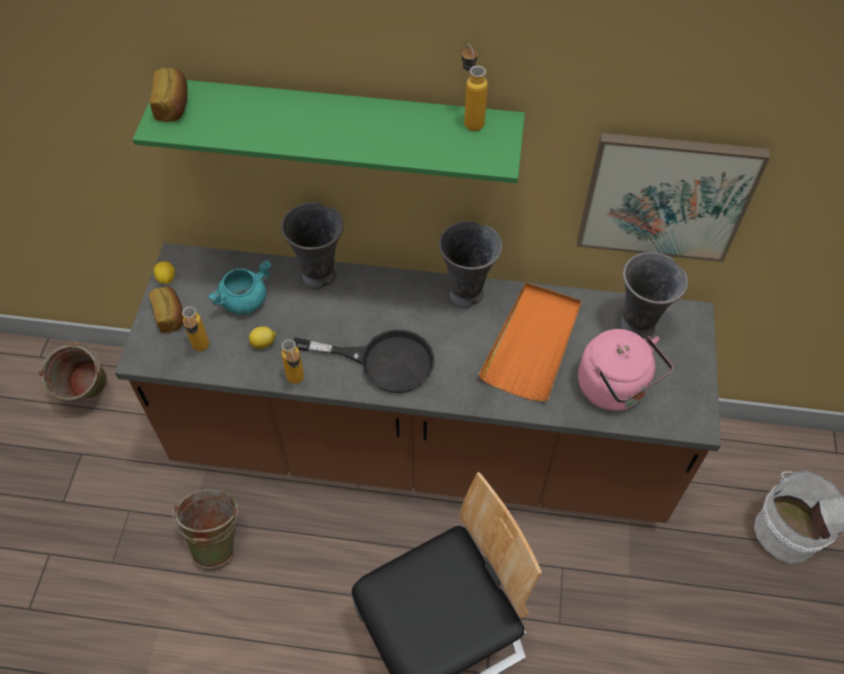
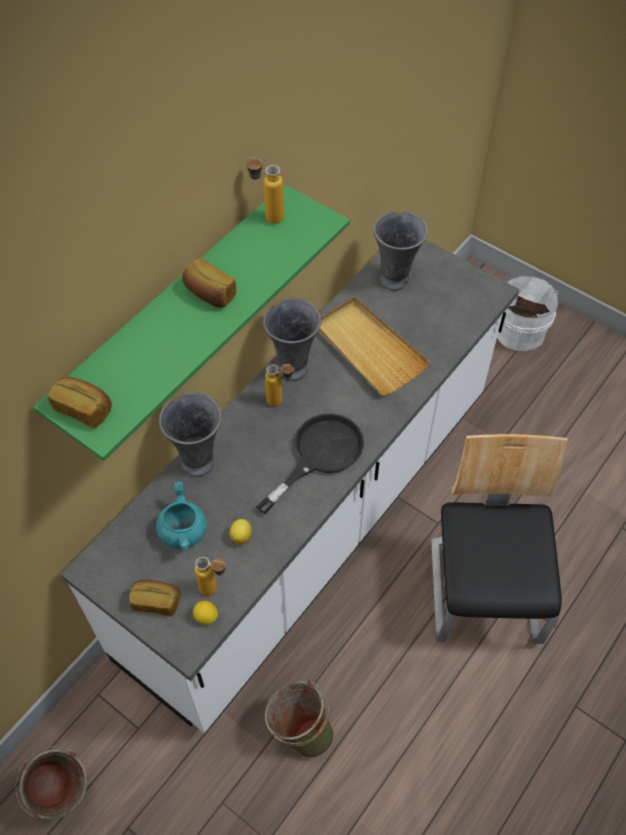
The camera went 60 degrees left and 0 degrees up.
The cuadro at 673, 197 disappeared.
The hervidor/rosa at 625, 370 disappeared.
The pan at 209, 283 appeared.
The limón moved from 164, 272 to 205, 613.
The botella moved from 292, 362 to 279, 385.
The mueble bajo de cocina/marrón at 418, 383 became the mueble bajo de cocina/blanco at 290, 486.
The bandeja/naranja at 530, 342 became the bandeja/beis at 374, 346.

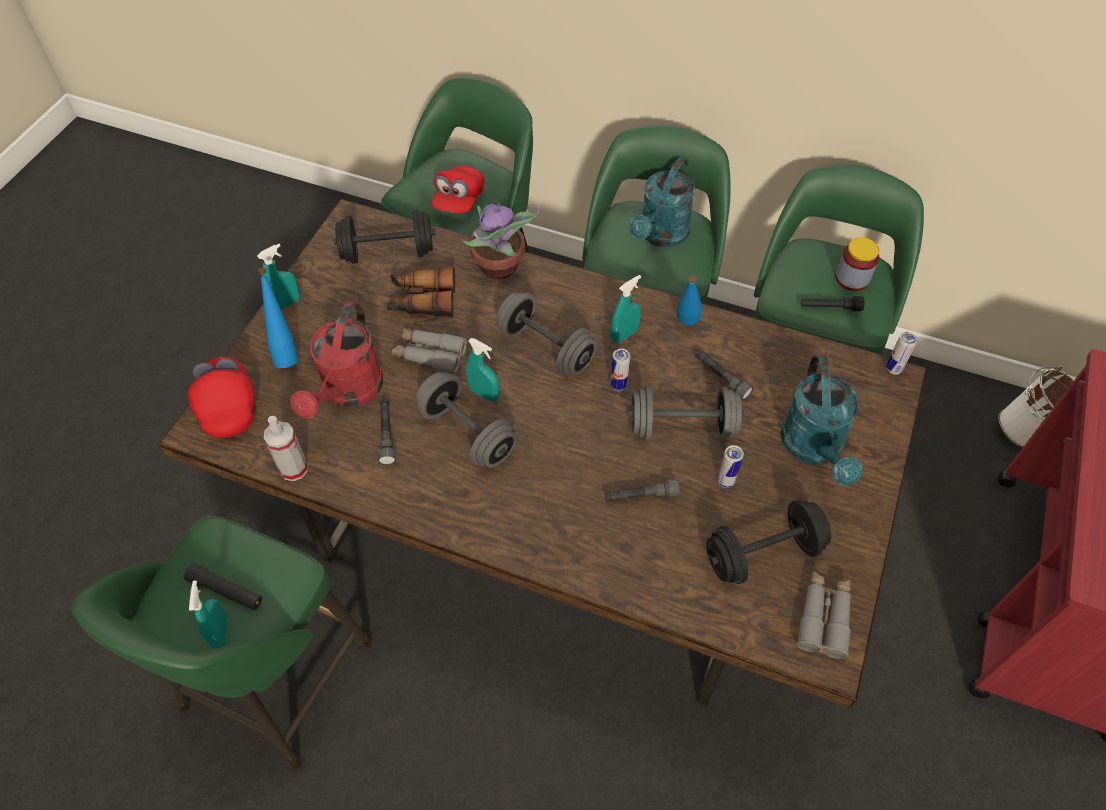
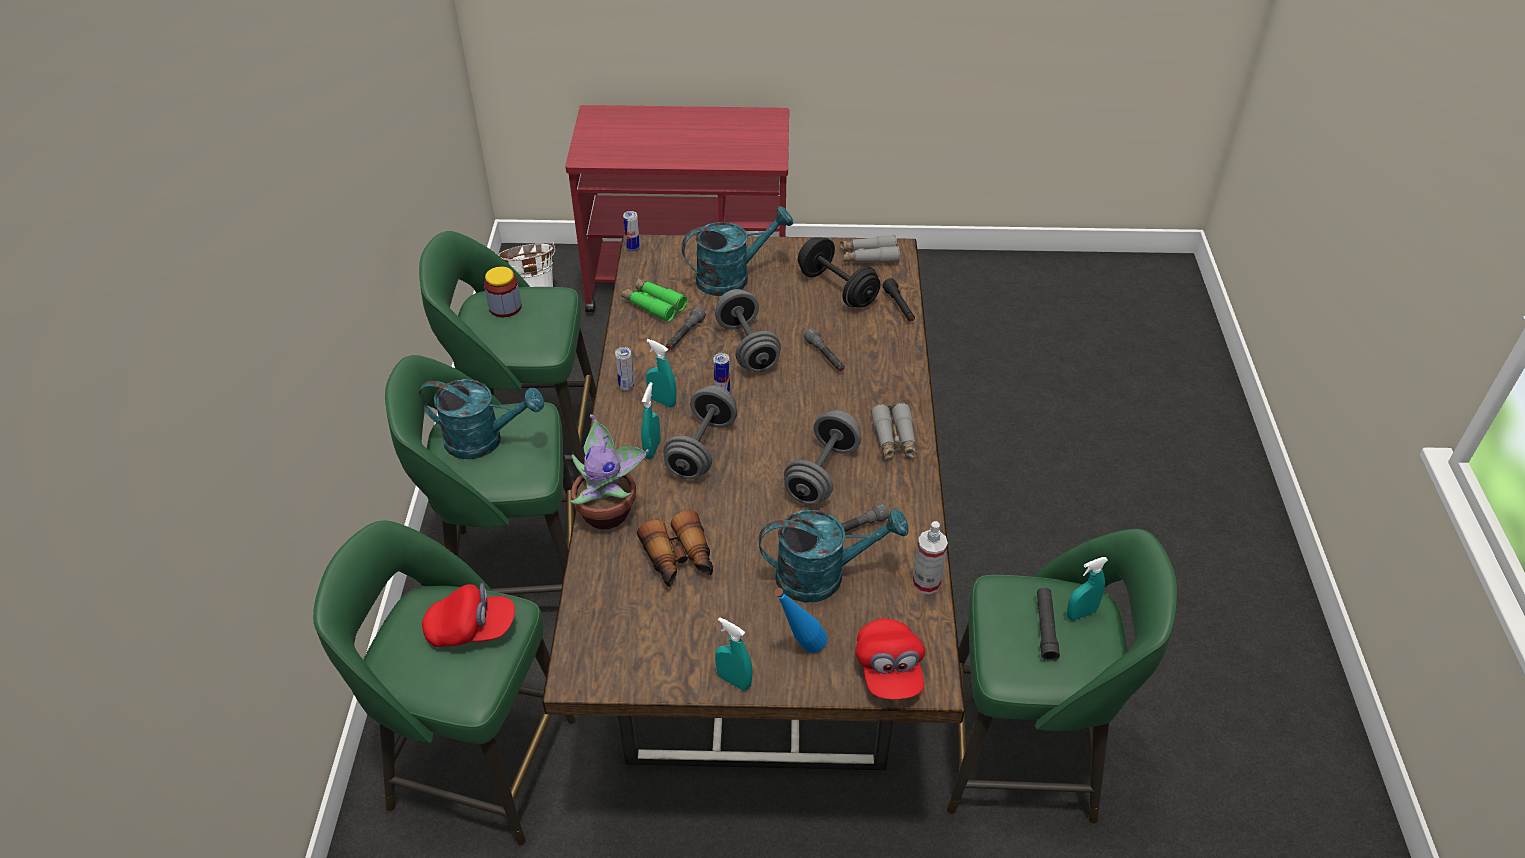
The camera went 110 degrees left and 10 degrees down.
The mancuerna/negro at 384, 237 disappeared.
The botella/azul at 689, 300 disappeared.
The prismáticos/verde at 654, 300 appeared.
The prismáticos/gris moved from 429, 350 to 894, 431.
The pulverizador/turquesa moved from 482, 370 to 650, 420.
The lata moved from 730, 466 to 624, 369.
The linterna/negro moved from 832, 303 to 898, 300.
The regadera/rojo at 336, 360 became the regadera/turquesa at 834, 556.
The gorra/rojo at 221, 397 turned 60 degrees counterclockwise.

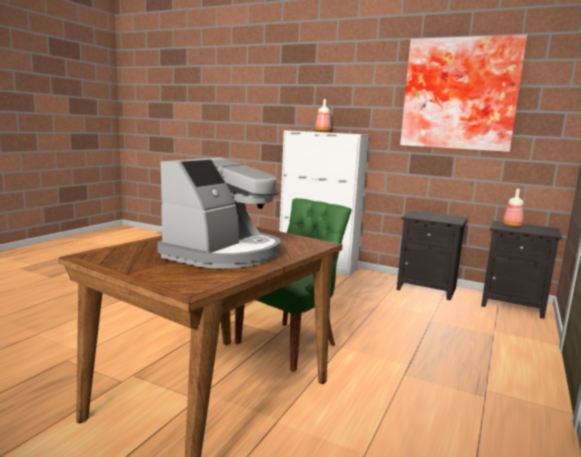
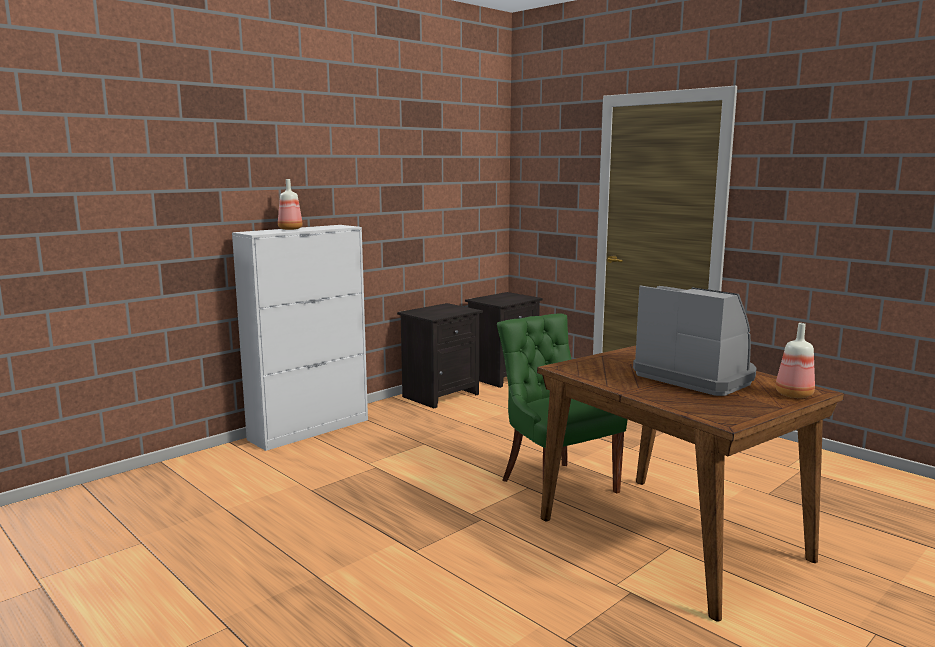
The camera went 70 degrees left and 0 degrees up.
The cuadro at 463, 93 disappeared.
The botella moved from 513, 208 to 795, 360.

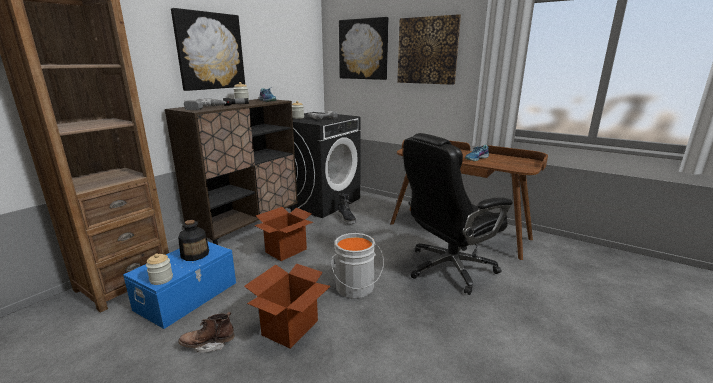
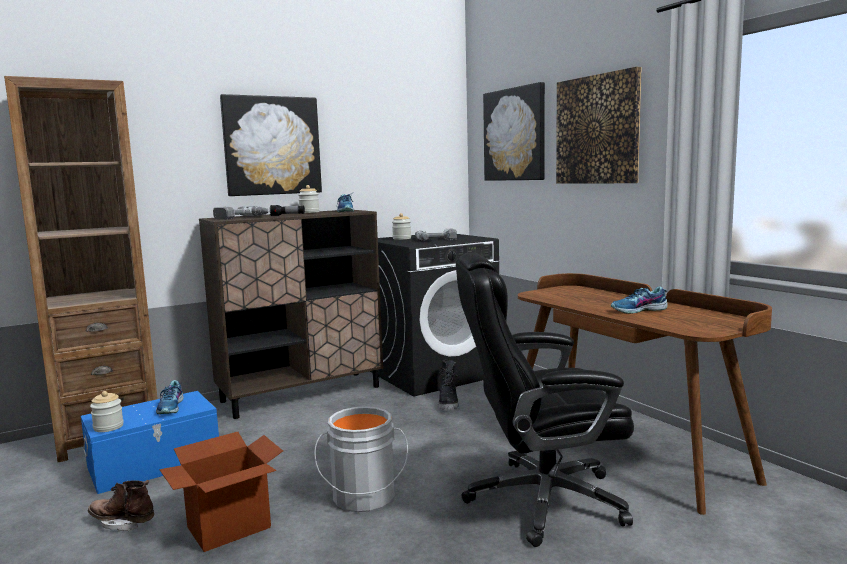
The camera went 25 degrees right and 10 degrees down.
The caja de cartón at 283, 234 disappeared.
The botella at 193, 240 was replaced by the zapato at 170, 397.

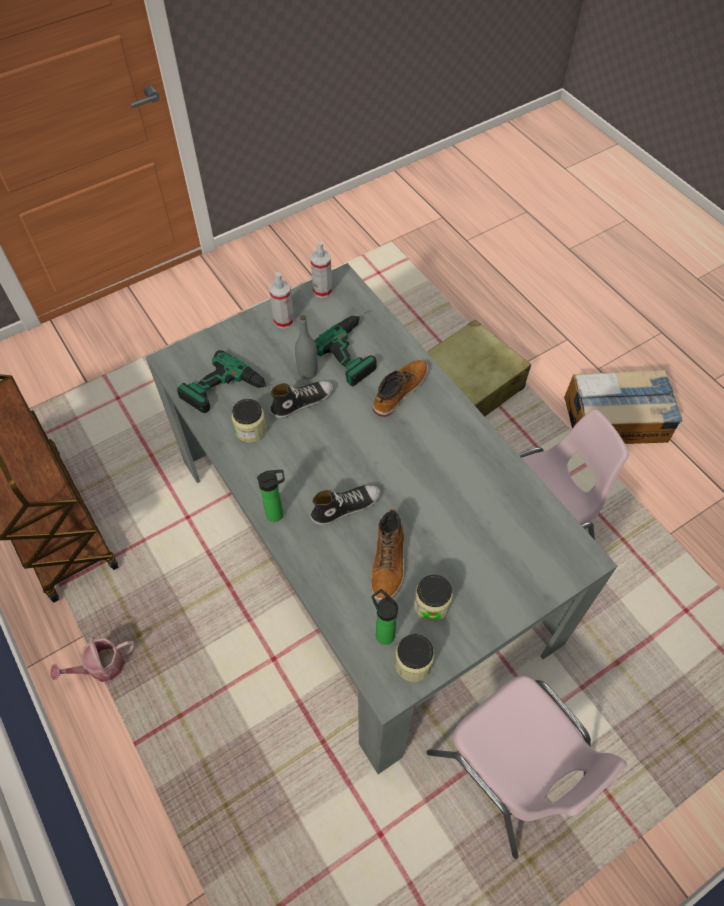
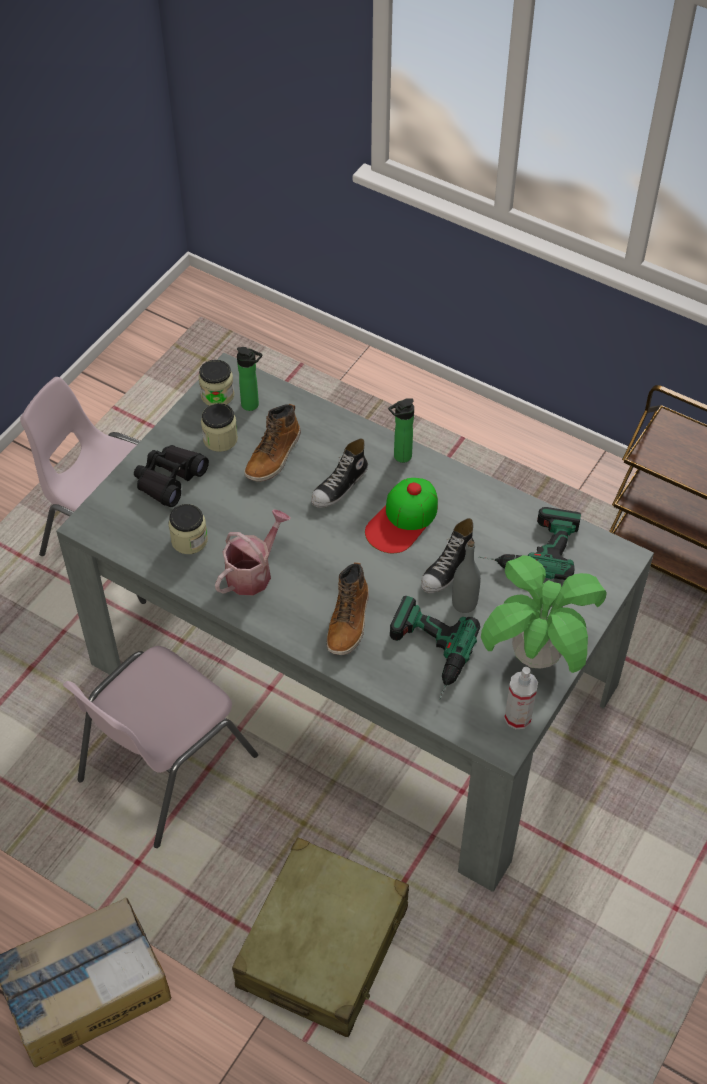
The camera went 155 degrees right and 5 degrees down.
The prismáticos/negro at 171, 476 appeared.
The gorra at 401, 515 appeared.
The regadera moved from 92, 659 to 252, 552.
The tarro moved from 249, 421 to 188, 529.
The pulverizador at 281, 300 was replaced by the planta en maceta at 544, 614.
The bota at 388, 554 turned 135 degrees counterclockwise.

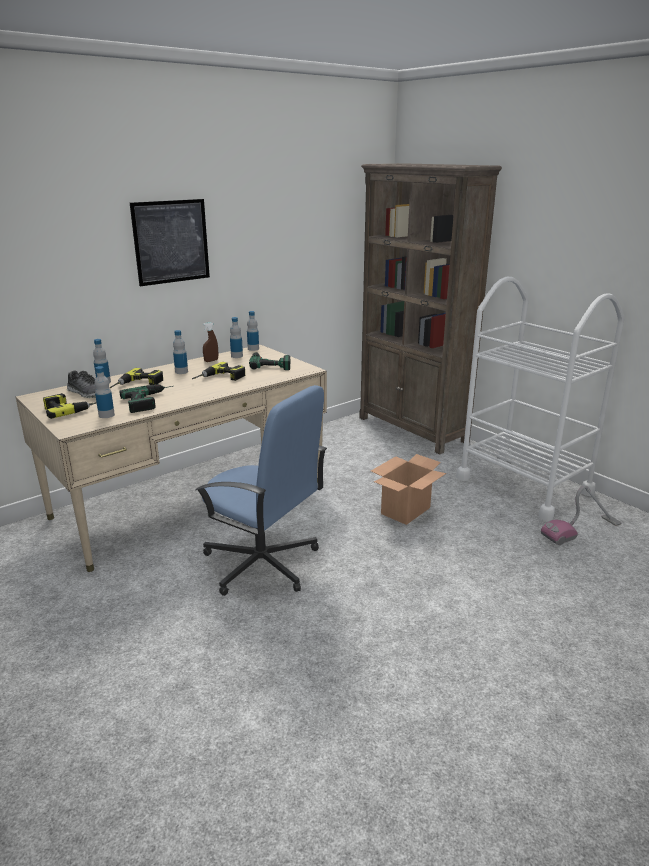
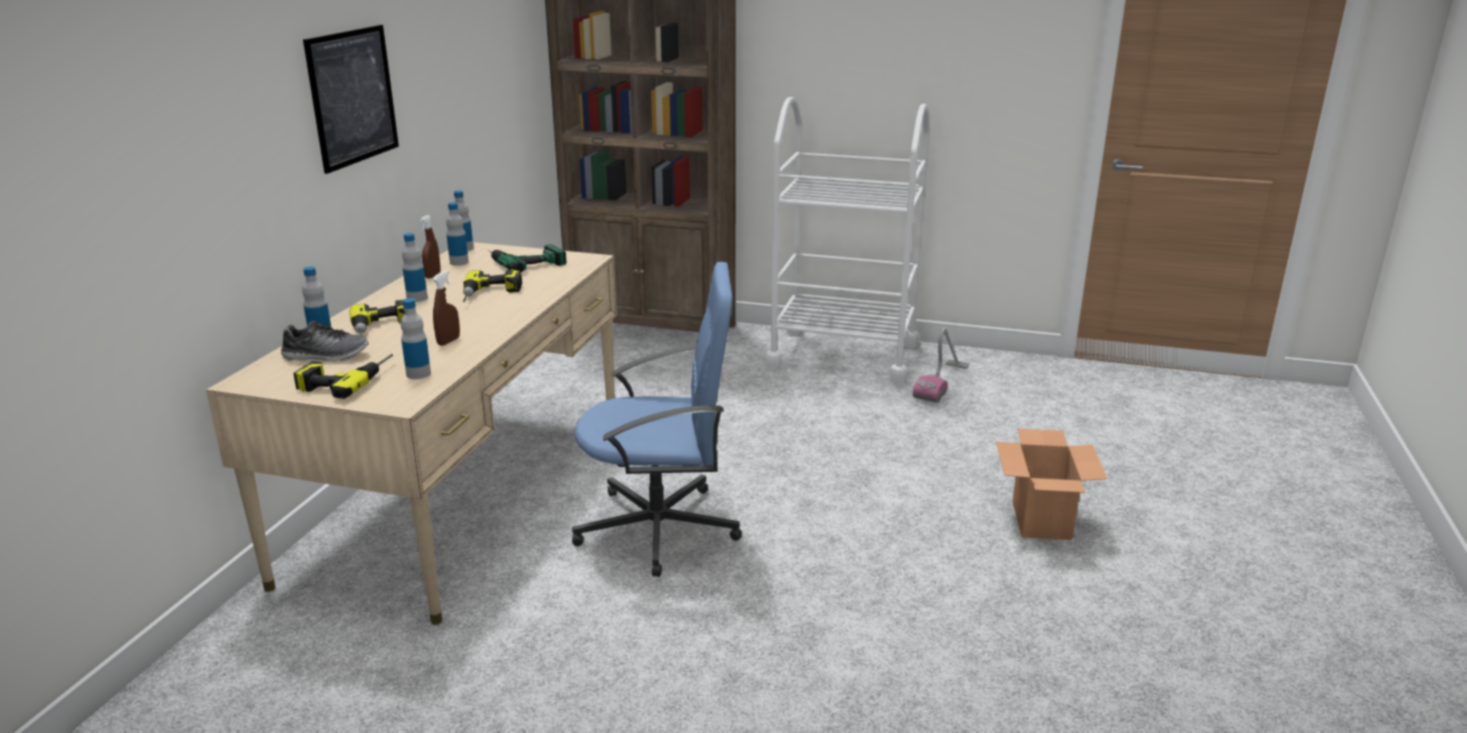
The camera went 35 degrees left and 0 degrees up.
The caja de cartón moved from 408, 489 to 1051, 484.
The taladro at 146, 398 was replaced by the pulverizador/marrón at 446, 308.

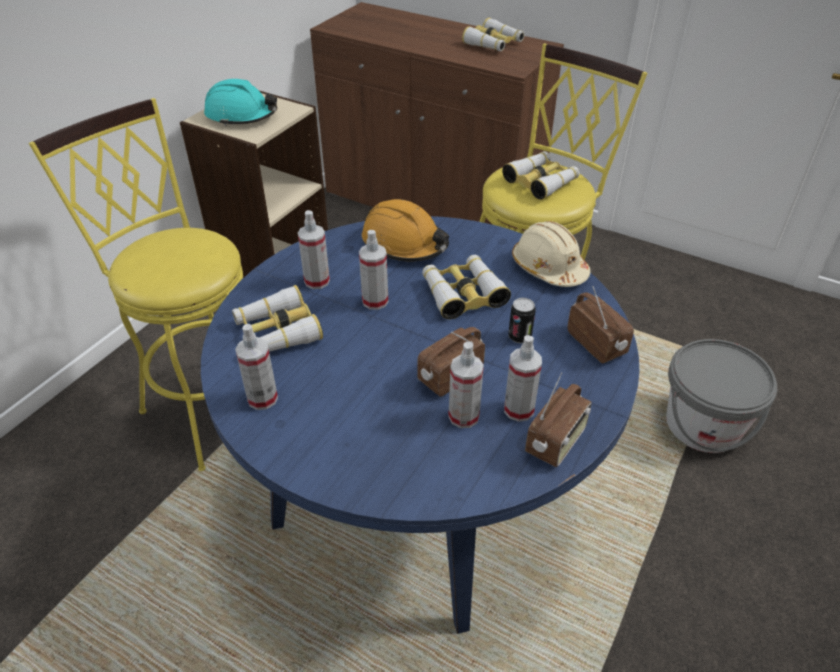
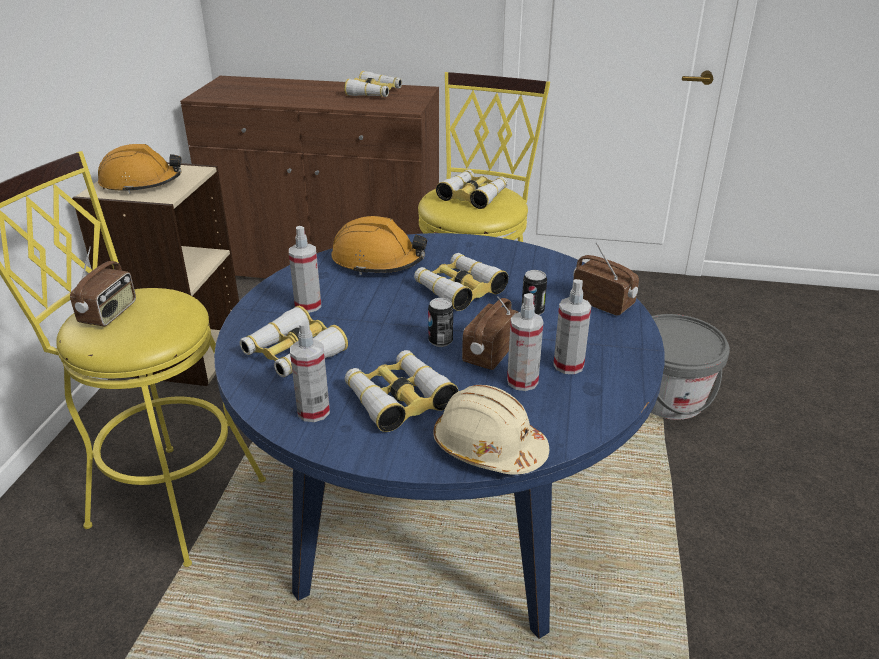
The camera went 20 degrees left and 10 degrees down.
The pulverizador at 373, 270 disappeared.
The prismáticos at 401, 391 appeared.
The lata at 440, 322 appeared.
The casco/beis moved from 551, 254 to 491, 430.
The radio moved from 558, 420 to 103, 286.
The casco/turquesa at 240, 102 became the casco/naranja at 140, 168.

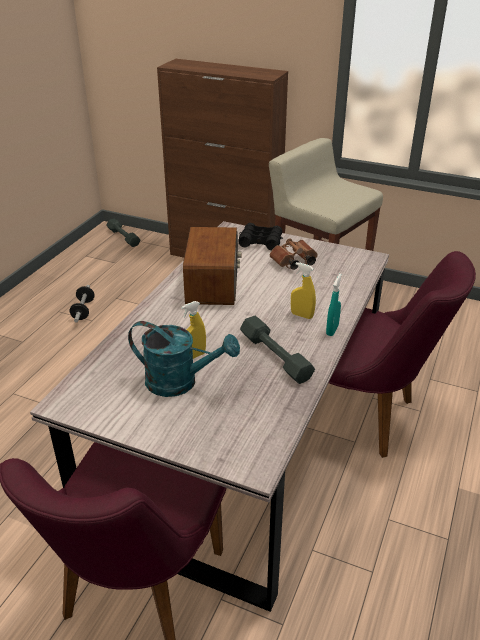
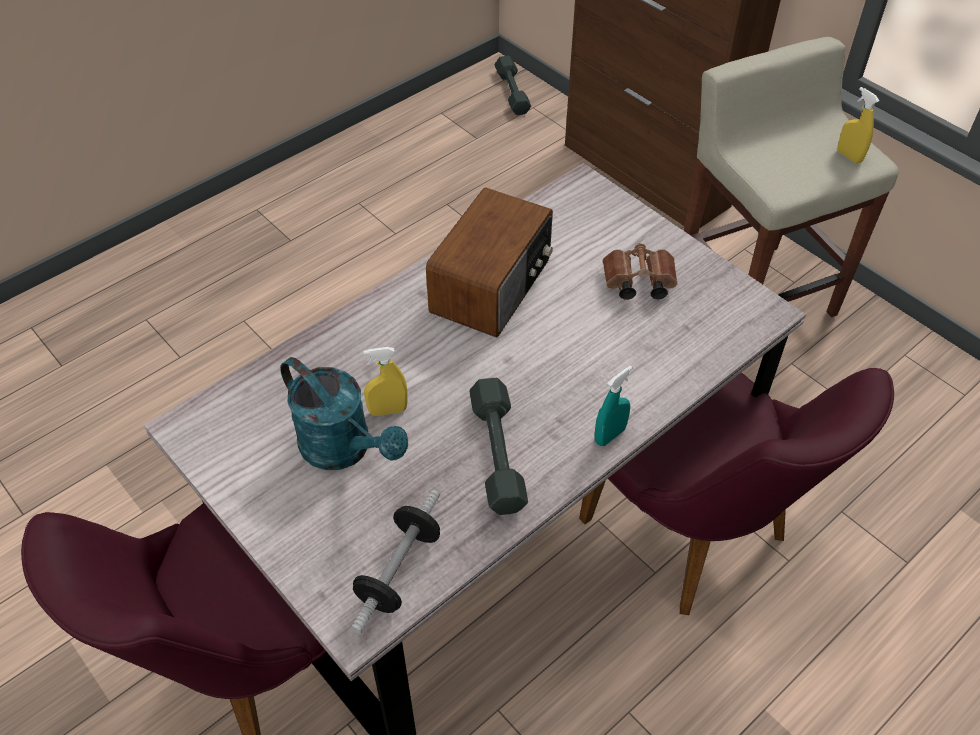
The camera went 25 degrees right and 15 degrees up.
The prismáticos/negro at 260, 236 disappeared.
The mancuerna moved from 82, 303 to 395, 562.
The pulverizador/amarillo moved from 303, 290 to 859, 125.

